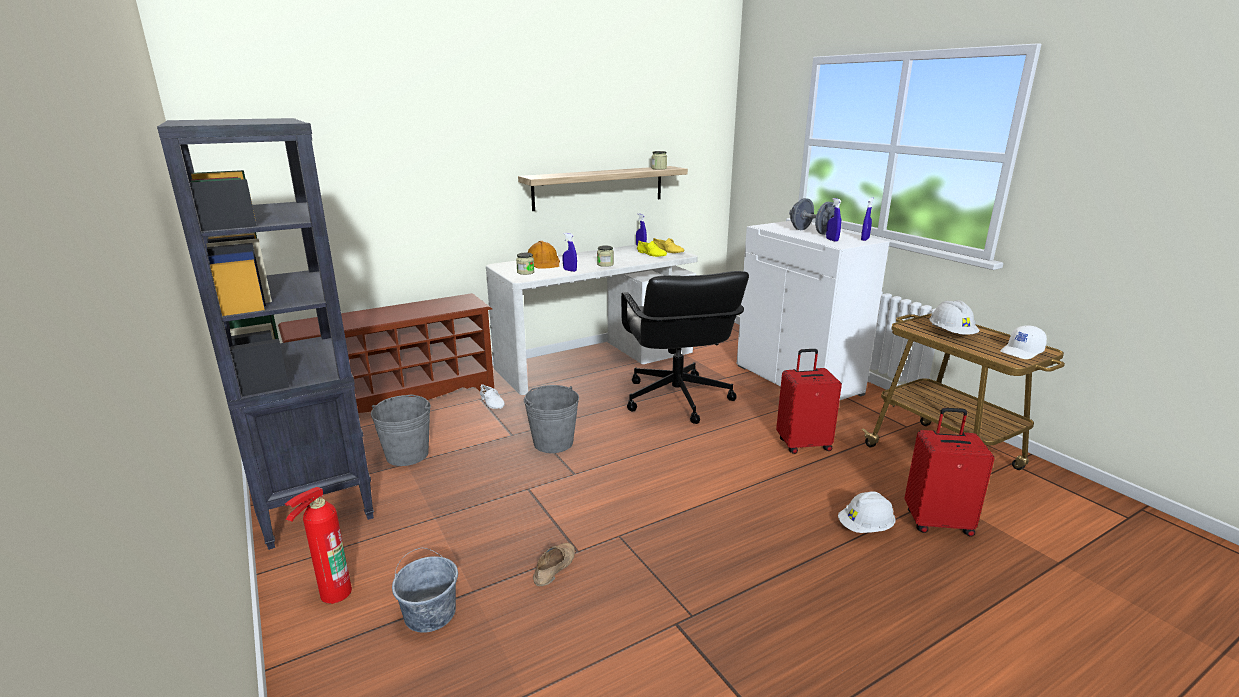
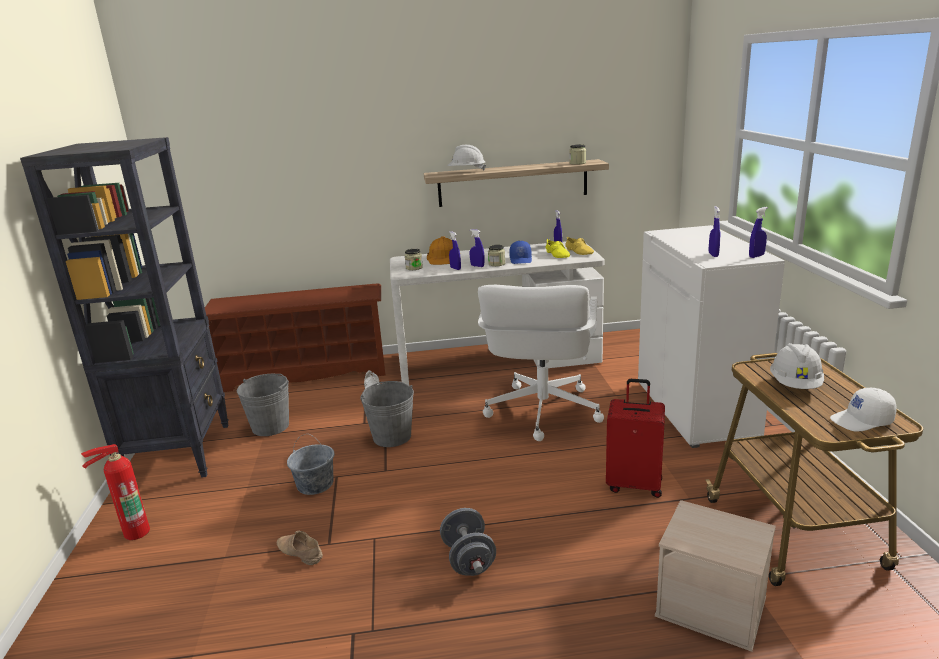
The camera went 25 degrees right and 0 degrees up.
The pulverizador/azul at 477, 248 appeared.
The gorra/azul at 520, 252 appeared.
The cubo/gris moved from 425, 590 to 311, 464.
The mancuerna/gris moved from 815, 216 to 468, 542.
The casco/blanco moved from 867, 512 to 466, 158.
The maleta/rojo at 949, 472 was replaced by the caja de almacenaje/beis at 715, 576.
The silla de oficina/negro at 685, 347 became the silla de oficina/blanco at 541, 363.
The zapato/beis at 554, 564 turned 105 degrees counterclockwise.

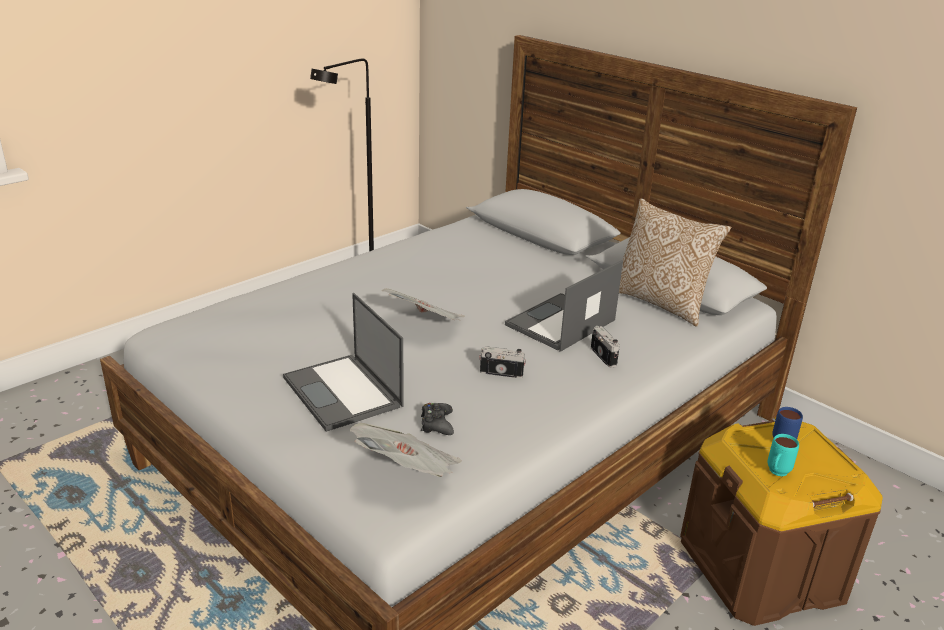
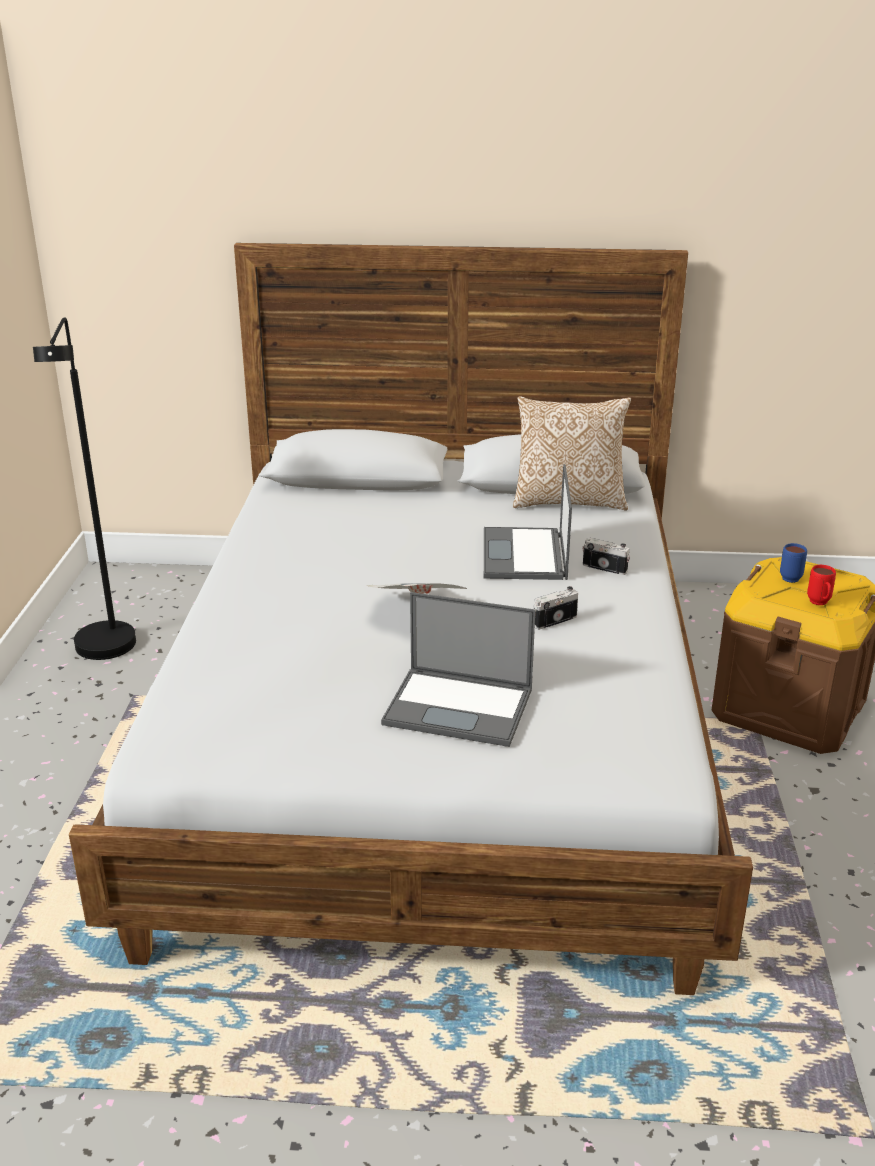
The camera went 40 degrees left and 0 degrees up.
The periódico at 406, 450 disappeared.
The mando de consola/negro at 437, 419 disappeared.
The taza grande/turquesa at 783, 455 became the taza grande/rojo at 821, 585.

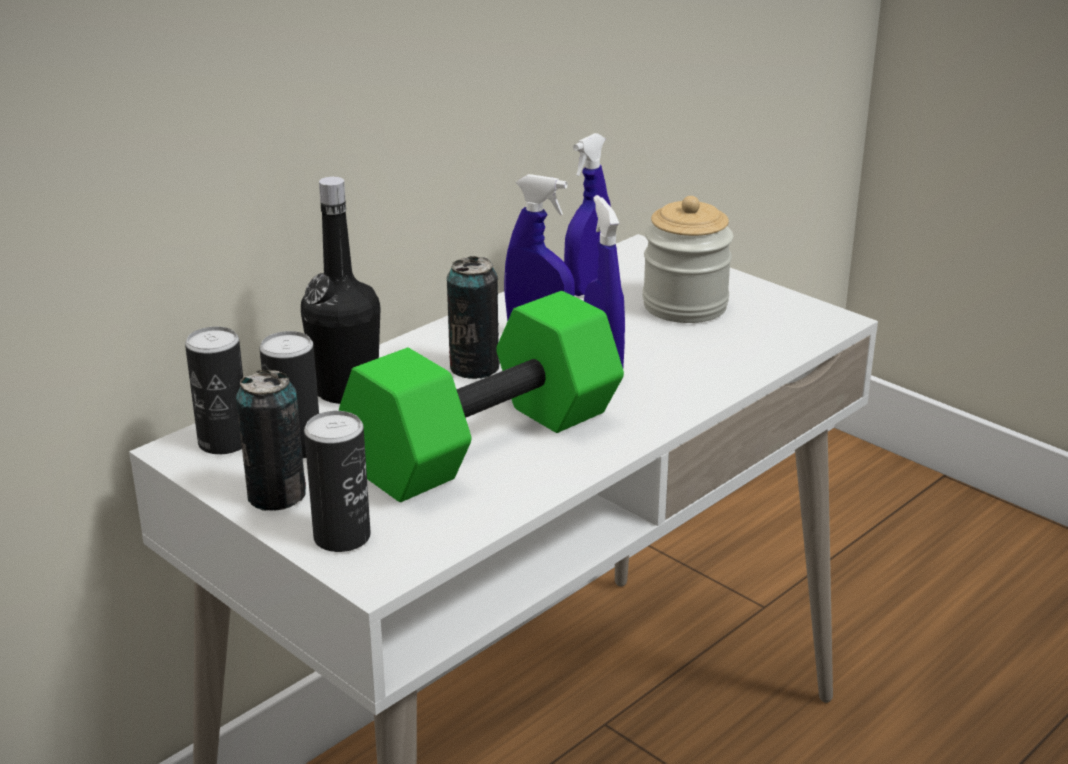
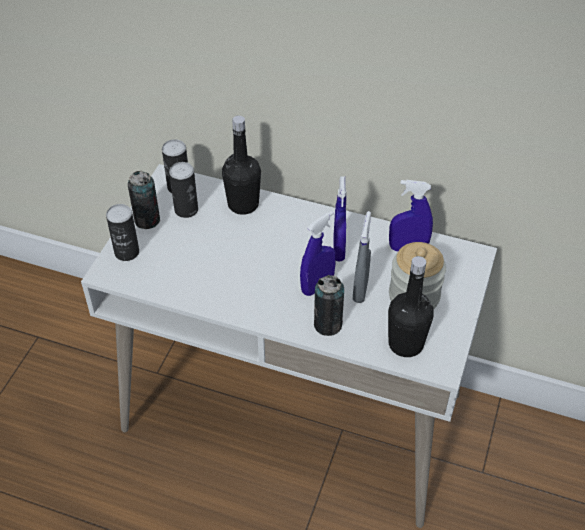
The camera went 65 degrees right and 20 degrees up.
The mancuerna/verde at 481, 396 disappeared.
The pulverizador/gris at 362, 257 appeared.
The botella/negro at 411, 306 appeared.
The lata moved from 473, 317 to 329, 305.

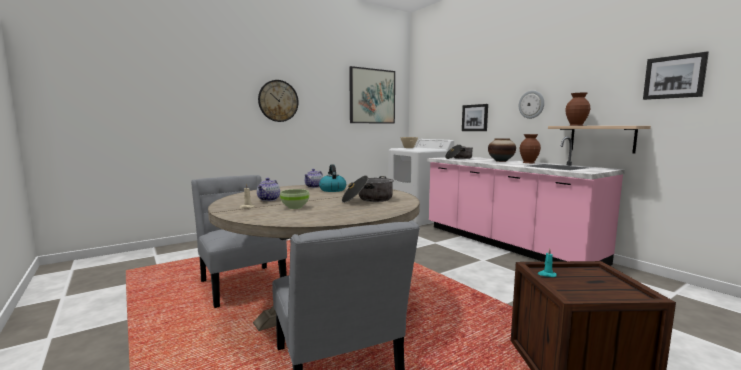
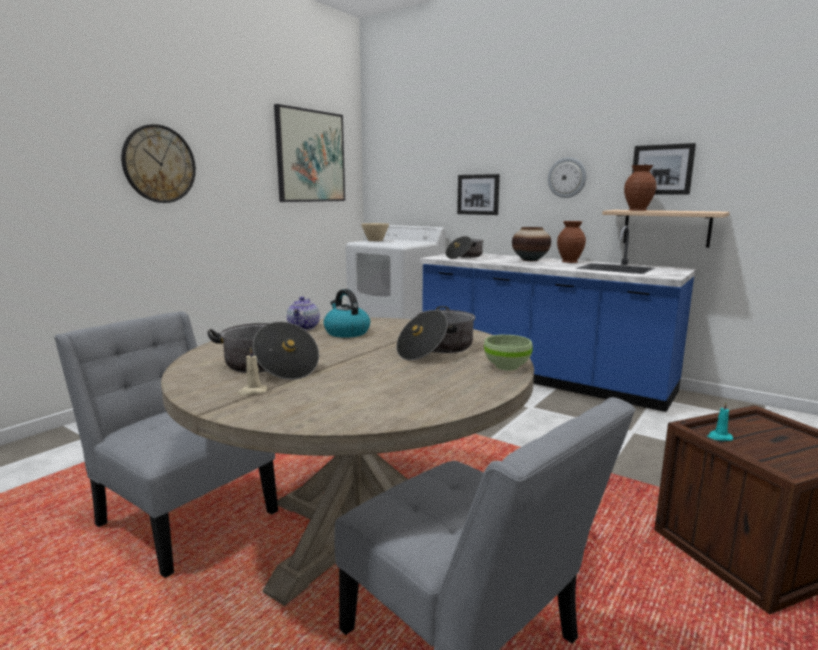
The camera went 20 degrees left and 5 degrees up.
The cuenco/verde moved from 294, 199 to 508, 353.
The cuadro moved from 676, 75 to 664, 169.
The tetera at 268, 189 was replaced by the olla at 263, 351.
The mueble bajo de cocina/rosa at 526, 201 became the mueble bajo de cocina/azul at 558, 318.

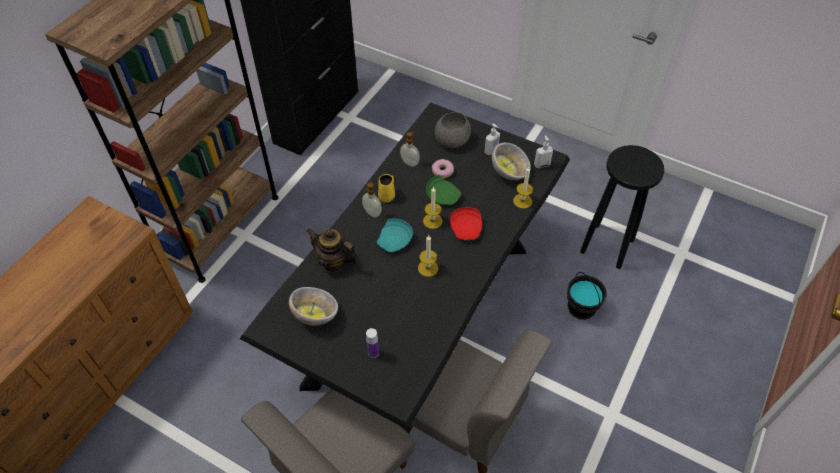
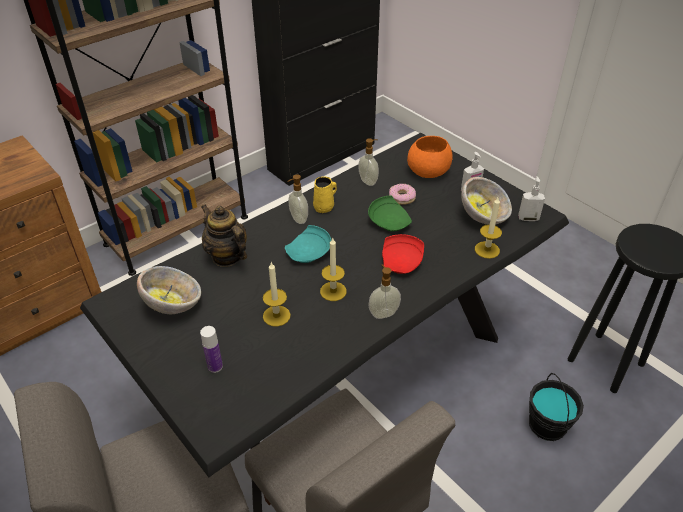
The camera went 20 degrees right and 10 degrees down.
The dispensador de jabón at 384, 291 appeared.
The vela moved from 432, 207 to 277, 294.
The cuenco/gris at 453, 130 became the cuenco/naranja at 430, 157.

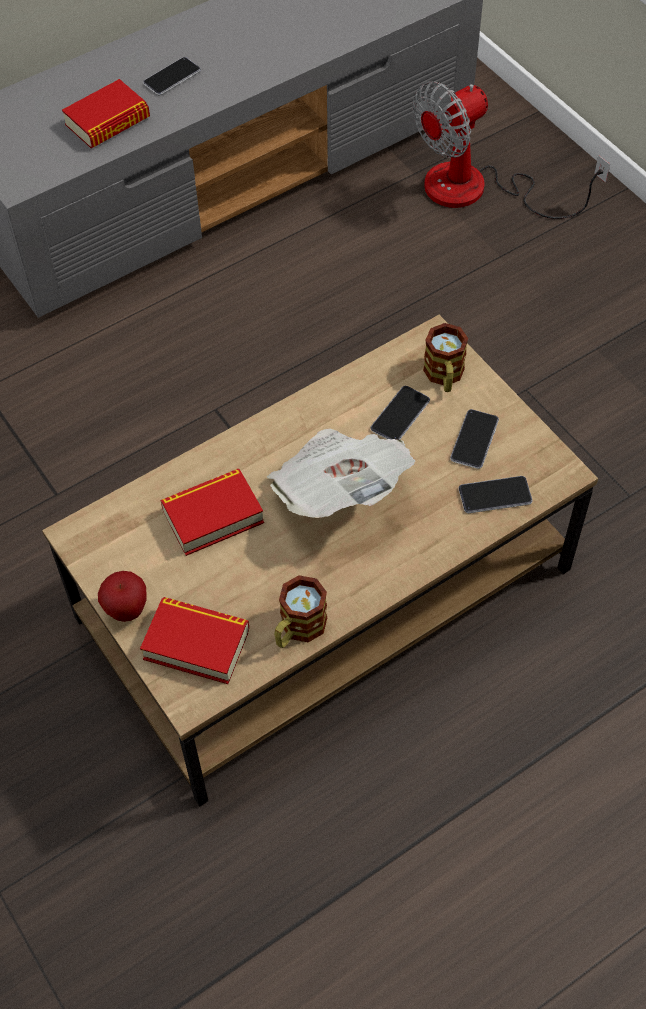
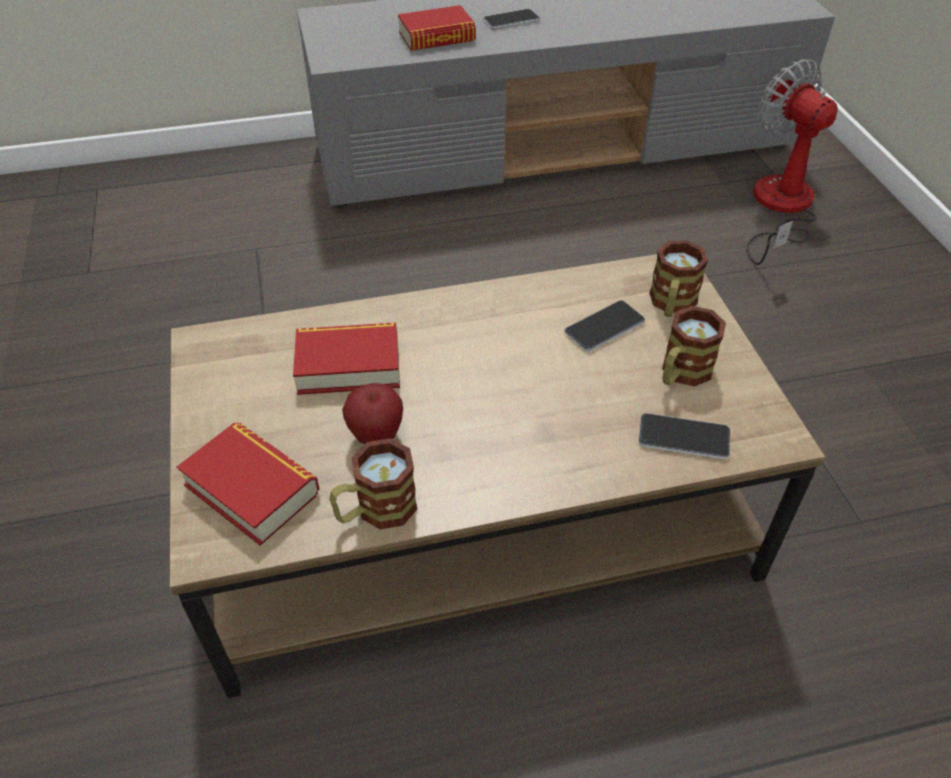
The camera went 20 degrees right and 10 degrees down.
The periódico at 341, 473 disappeared.
The manzana moved from 122, 596 to 372, 413.
The móvil at 474, 439 was replaced by the taza grande at 694, 346.
The ventilador at 511, 150 turned 75 degrees clockwise.

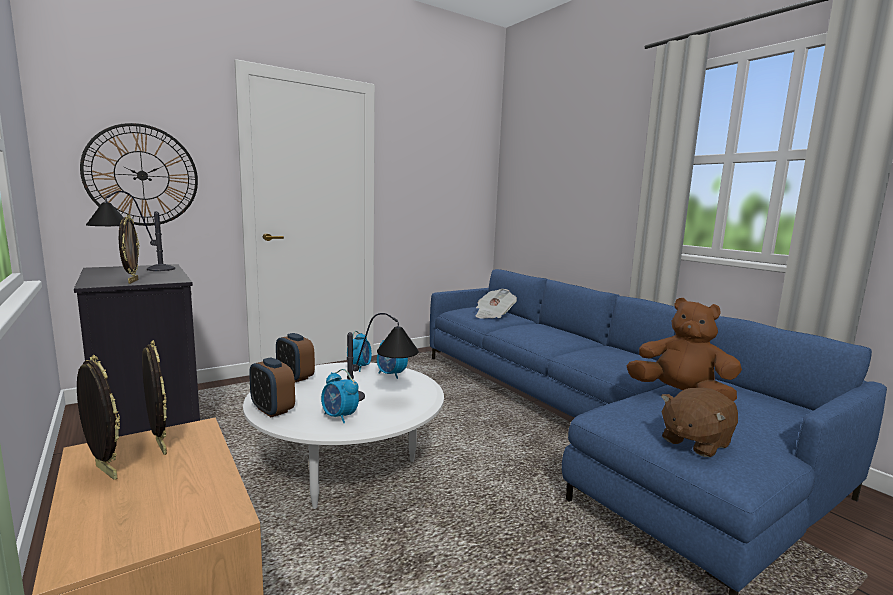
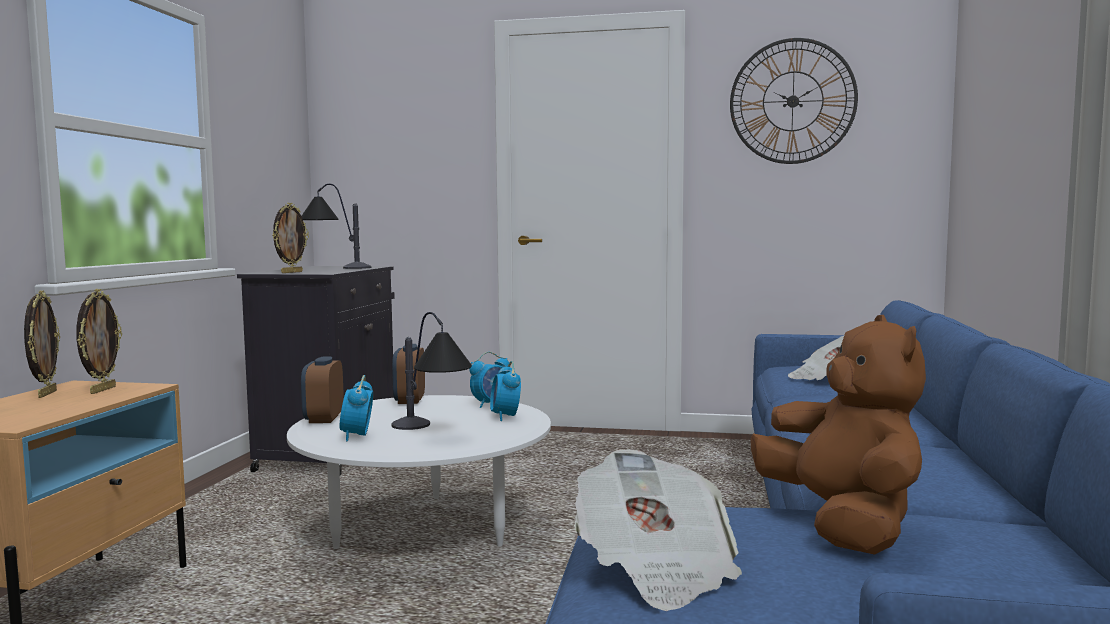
The camera went 45 degrees right and 5 degrees down.
The reloj de pared moved from 139, 174 to 794, 101.
The peluche/marrón at 699, 422 was replaced by the periódico at 658, 530.

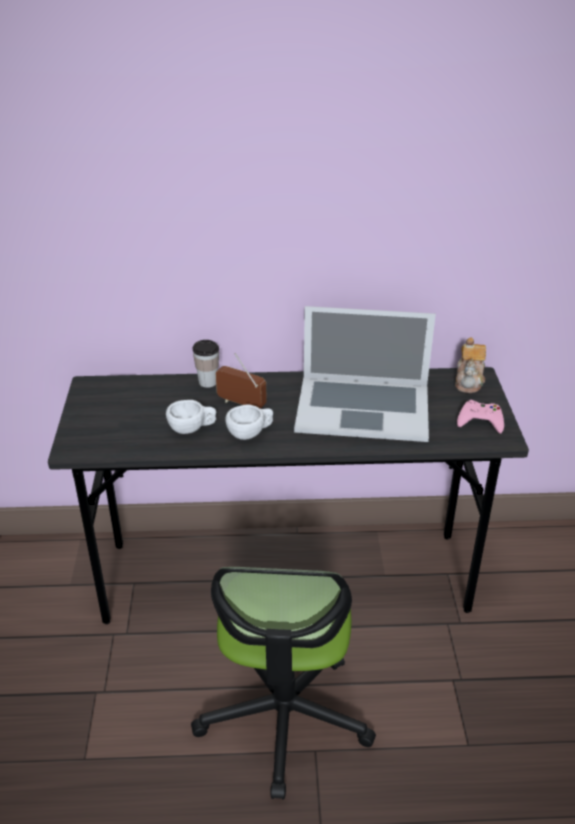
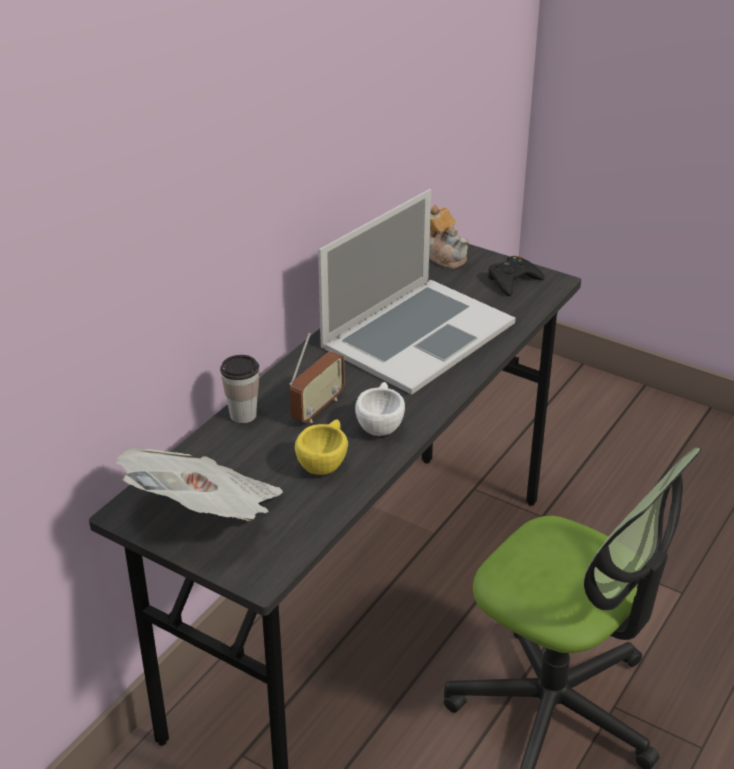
The camera went 55 degrees left and 0 degrees up.
The periódico at 199, 484 appeared.
The taza/blanco at 191, 417 became the taza/amarillo at 321, 447.
The mando de consola/rosa at 480, 417 became the mando de consola/negro at 516, 276.
The radio at 241, 381 turned 150 degrees clockwise.

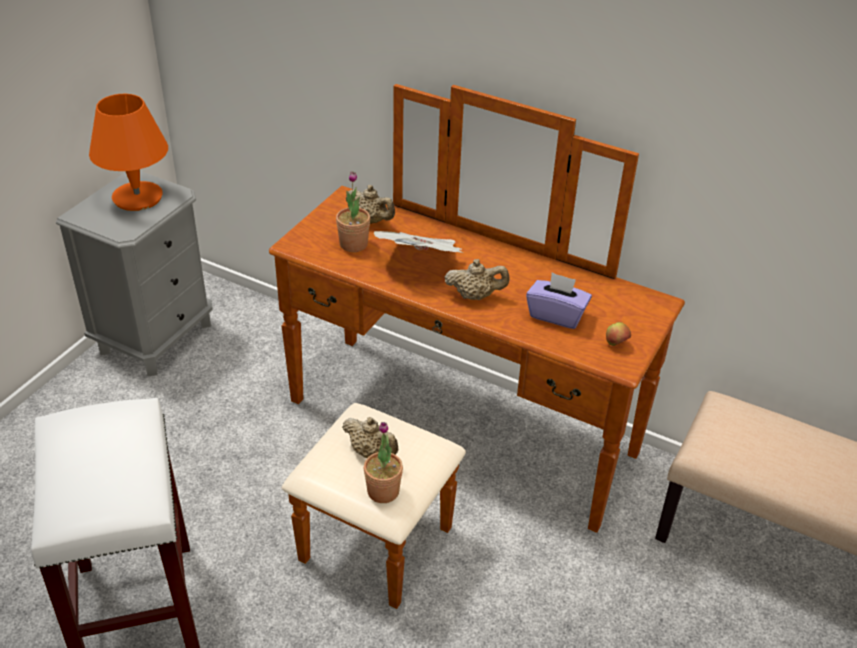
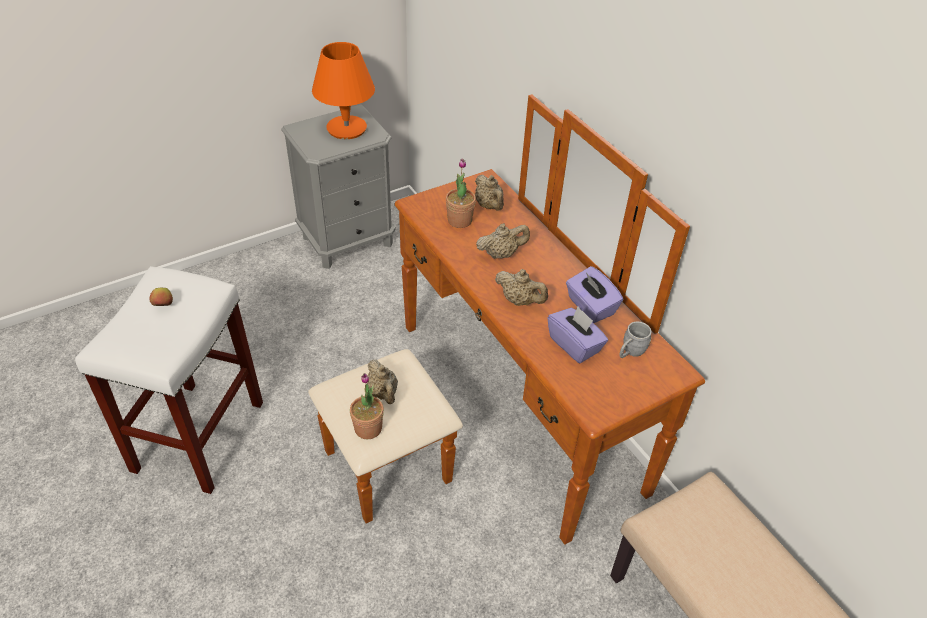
The camera went 30 degrees right and 5 degrees up.
The caja de pañuelos/morado at 594, 294 appeared.
The taza grande/gris at 635, 340 appeared.
The manzana moved from 618, 334 to 161, 296.
The periódico at 418, 242 was replaced by the tetera/beis at 503, 241.

